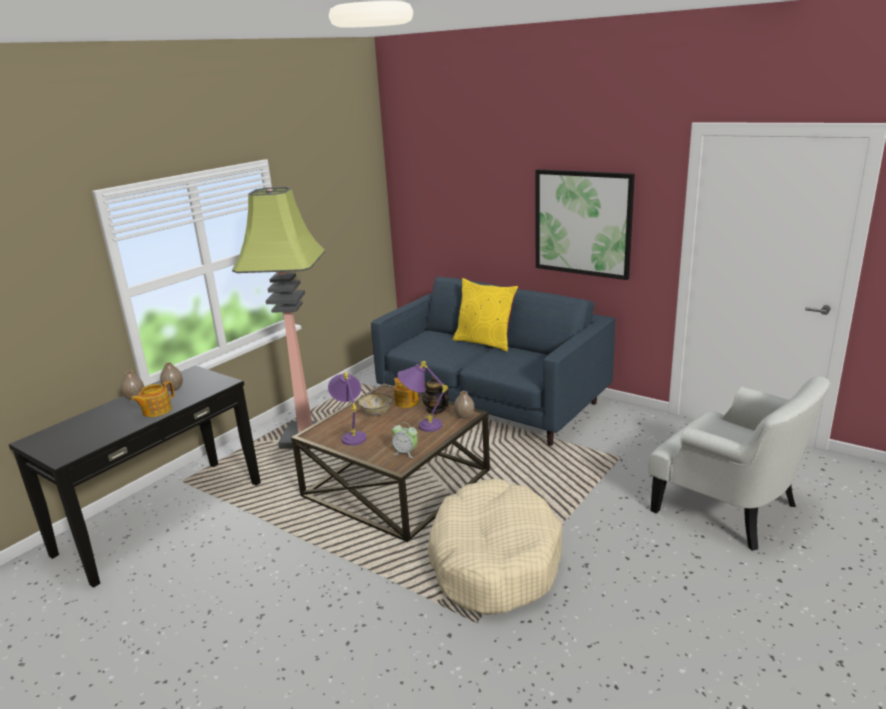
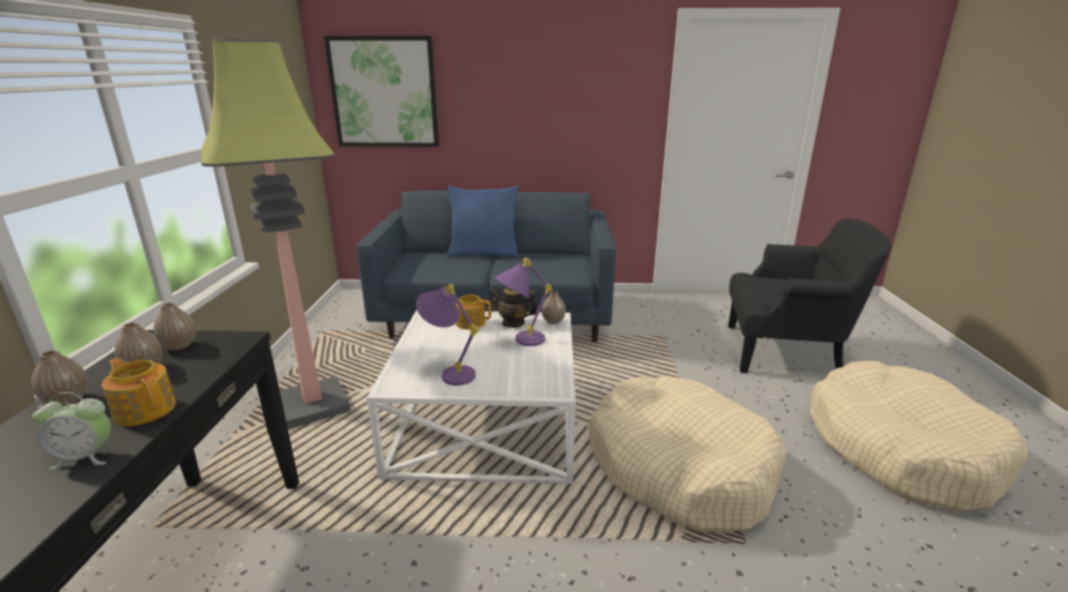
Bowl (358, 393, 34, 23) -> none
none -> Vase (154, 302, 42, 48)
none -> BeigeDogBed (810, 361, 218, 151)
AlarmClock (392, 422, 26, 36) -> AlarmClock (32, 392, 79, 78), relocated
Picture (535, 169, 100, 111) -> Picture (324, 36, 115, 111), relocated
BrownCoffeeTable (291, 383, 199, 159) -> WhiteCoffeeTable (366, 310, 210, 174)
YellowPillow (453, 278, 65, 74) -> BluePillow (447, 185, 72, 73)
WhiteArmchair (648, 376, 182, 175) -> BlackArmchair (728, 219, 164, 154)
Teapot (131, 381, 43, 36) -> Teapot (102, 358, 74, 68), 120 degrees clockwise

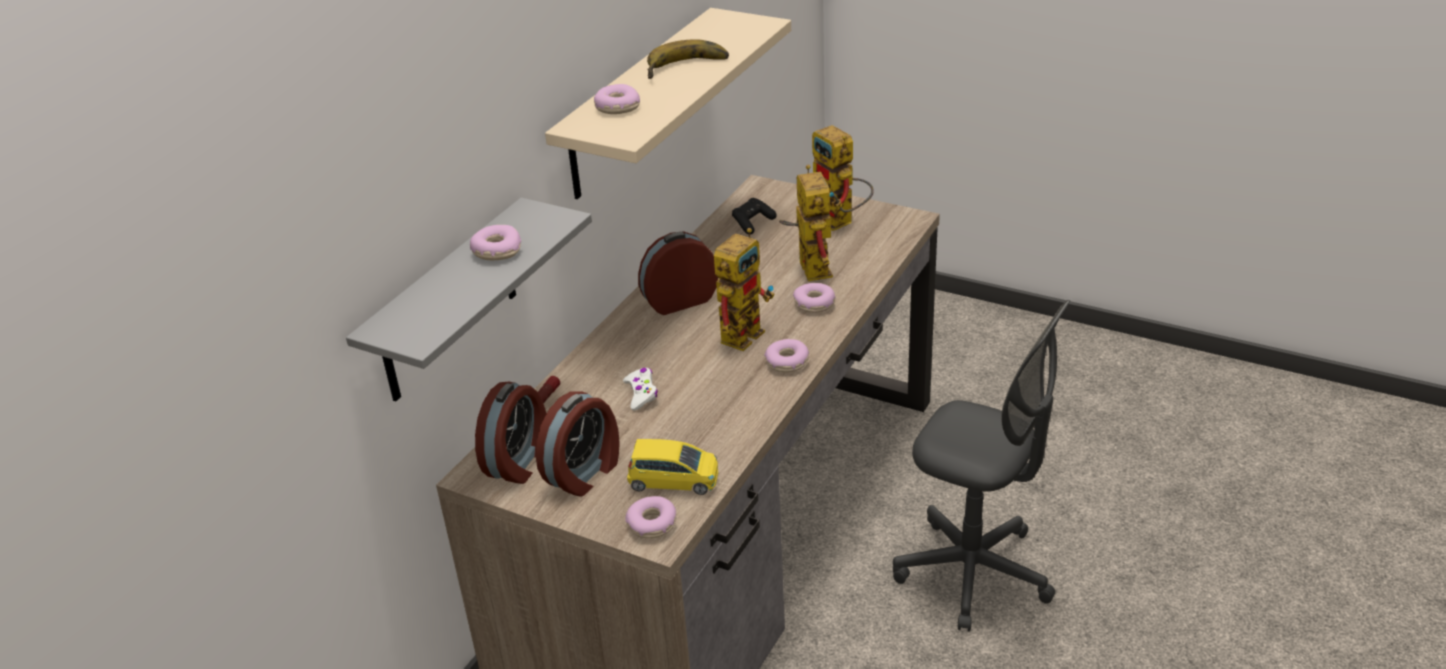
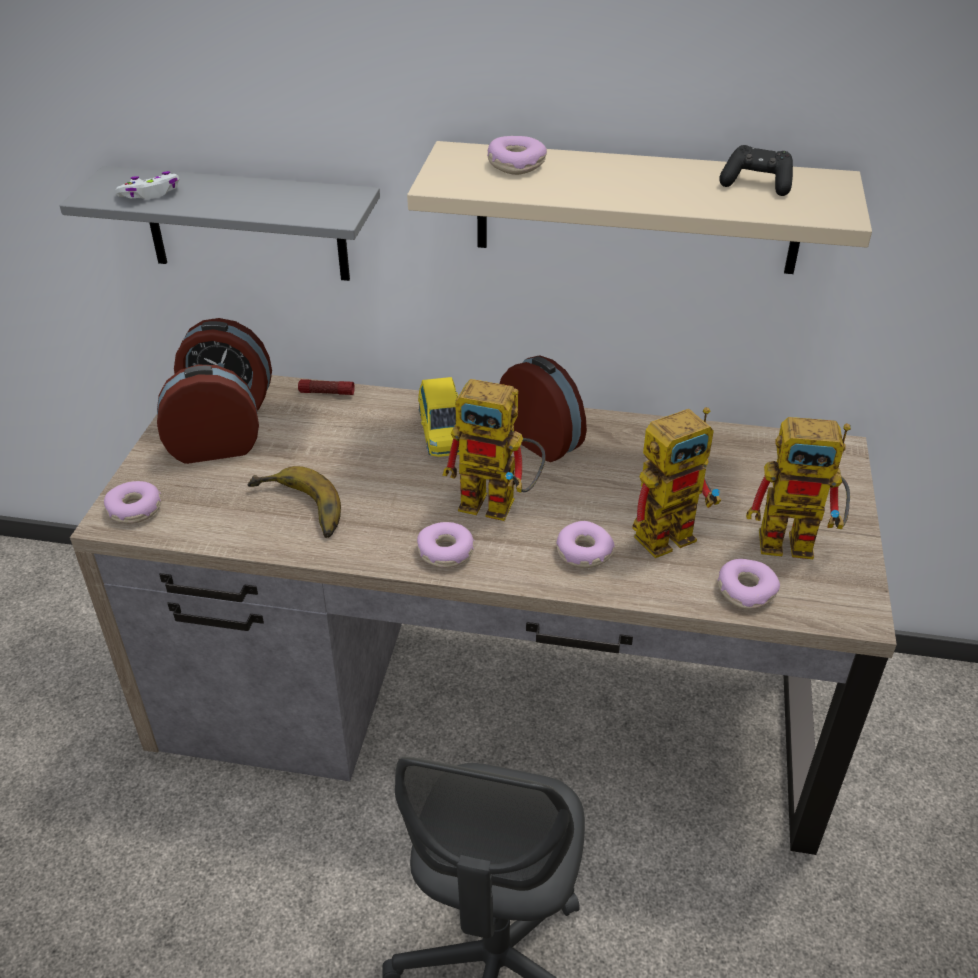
Donut (470, 225, 52, 35) -> Donut (718, 559, 62, 50), relocated
WhiteGameController (623, 368, 35, 43) -> WhiteGameController (114, 171, 65, 28), relocated
YellowToyCar (627, 439, 91, 56) -> YellowToyCar (418, 377, 41, 80), relocated
Banana (647, 39, 82, 40) -> Banana (247, 466, 94, 72), relocated
BlackGameController (732, 198, 45, 37) -> BlackGameController (719, 145, 74, 51), relocated
AlarmClock (536, 391, 84, 106) -> AlarmClock (157, 365, 102, 99), 150 degrees clockwise
ToyRobot (812, 125, 62, 106) -> ToyRobot (746, 417, 105, 142), 120 degrees counterclockwise

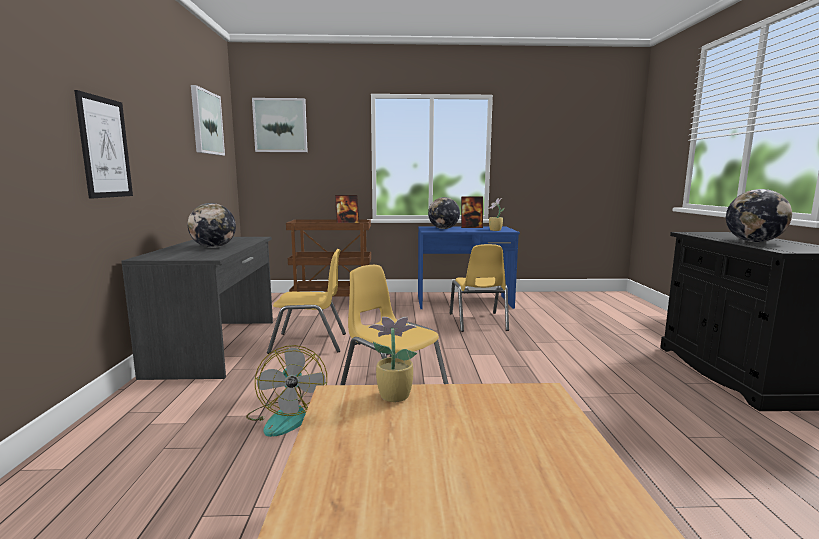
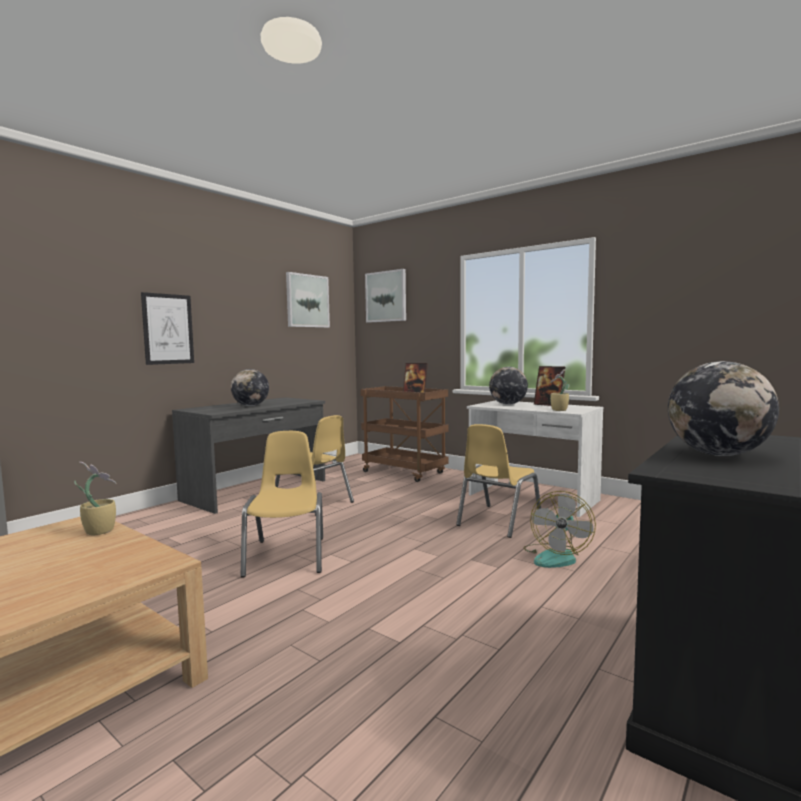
Fan (246, 345, 81, 92) -> Fan (523, 491, 73, 77), relocated
BlueDesk (418, 227, 102, 82) -> WhiteDesk (467, 400, 137, 117)

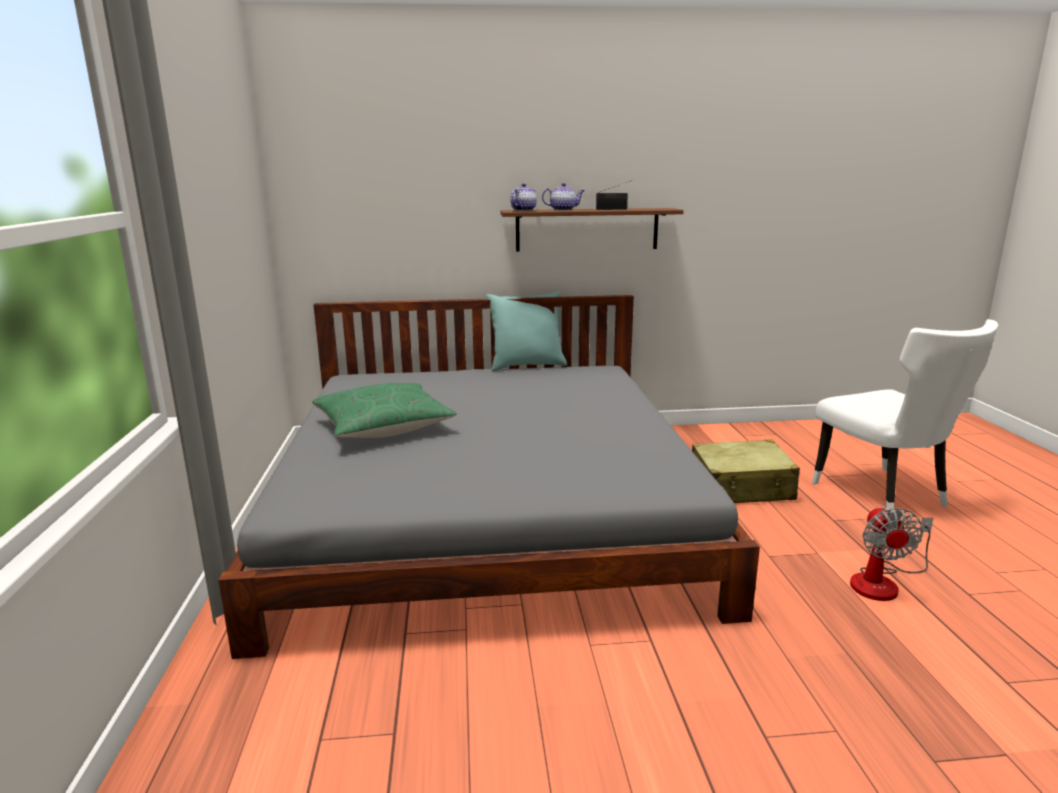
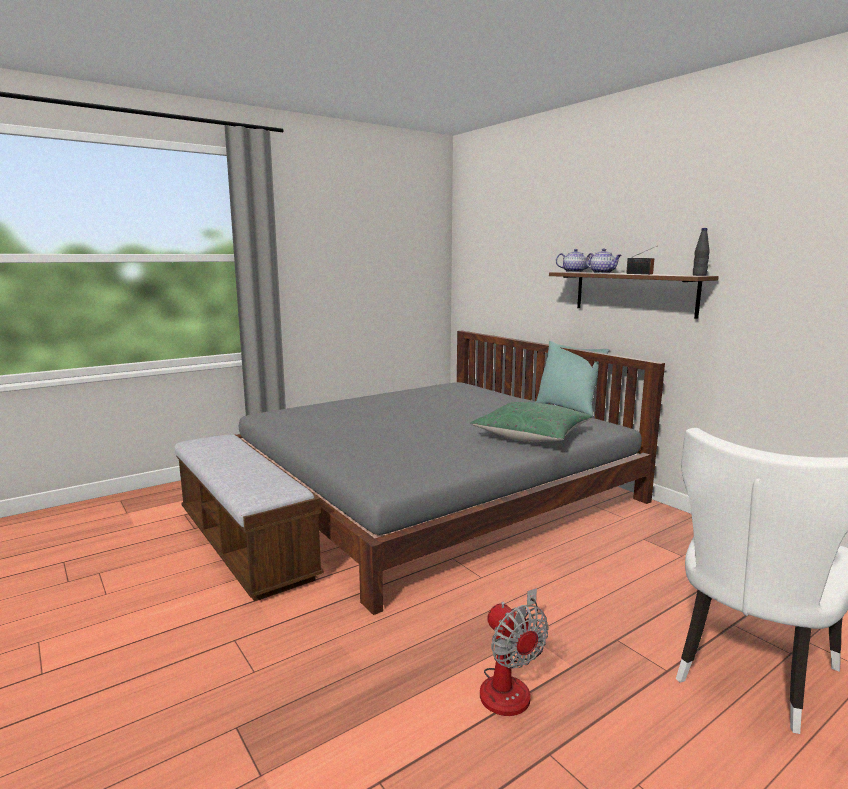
BeigeSuitcase (692, 440, 108, 63) -> none
none -> Bench (175, 434, 149, 167)
none -> BlackBottle (693, 228, 17, 48)
GreenPillow (312, 383, 145, 55) -> GreenPillow (470, 402, 122, 40), relocated
Fan (850, 506, 83, 95) -> Fan (480, 588, 69, 128), 90 degrees counterclockwise

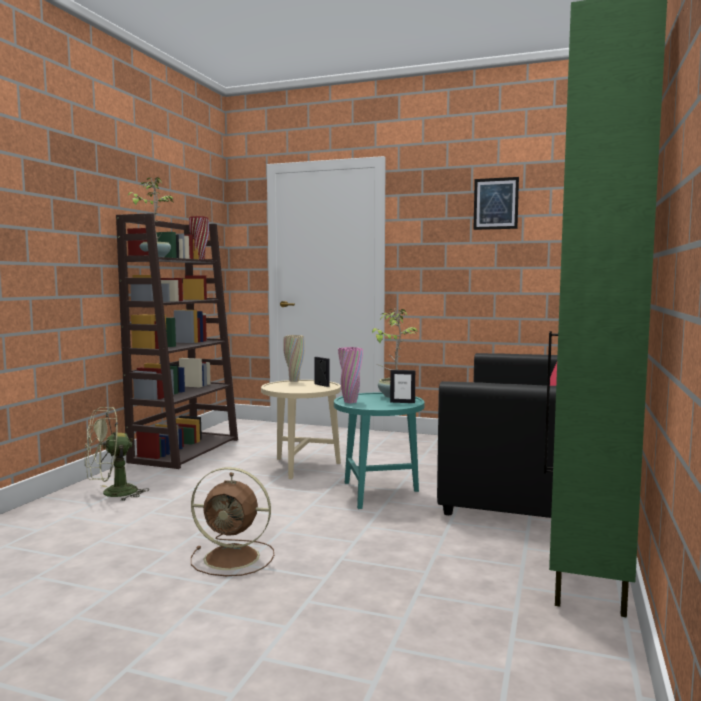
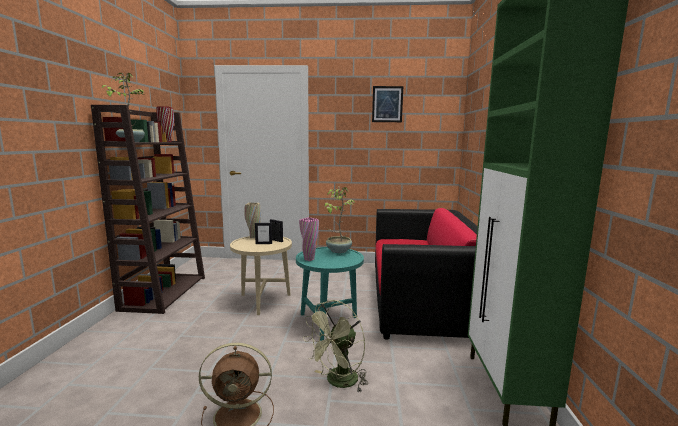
GreenFan (85, 407, 64, 94) -> GreenFan (303, 300, 65, 92), relocated
PictureFrame (390, 370, 25, 33) -> PictureFrame (255, 223, 17, 21), relocated

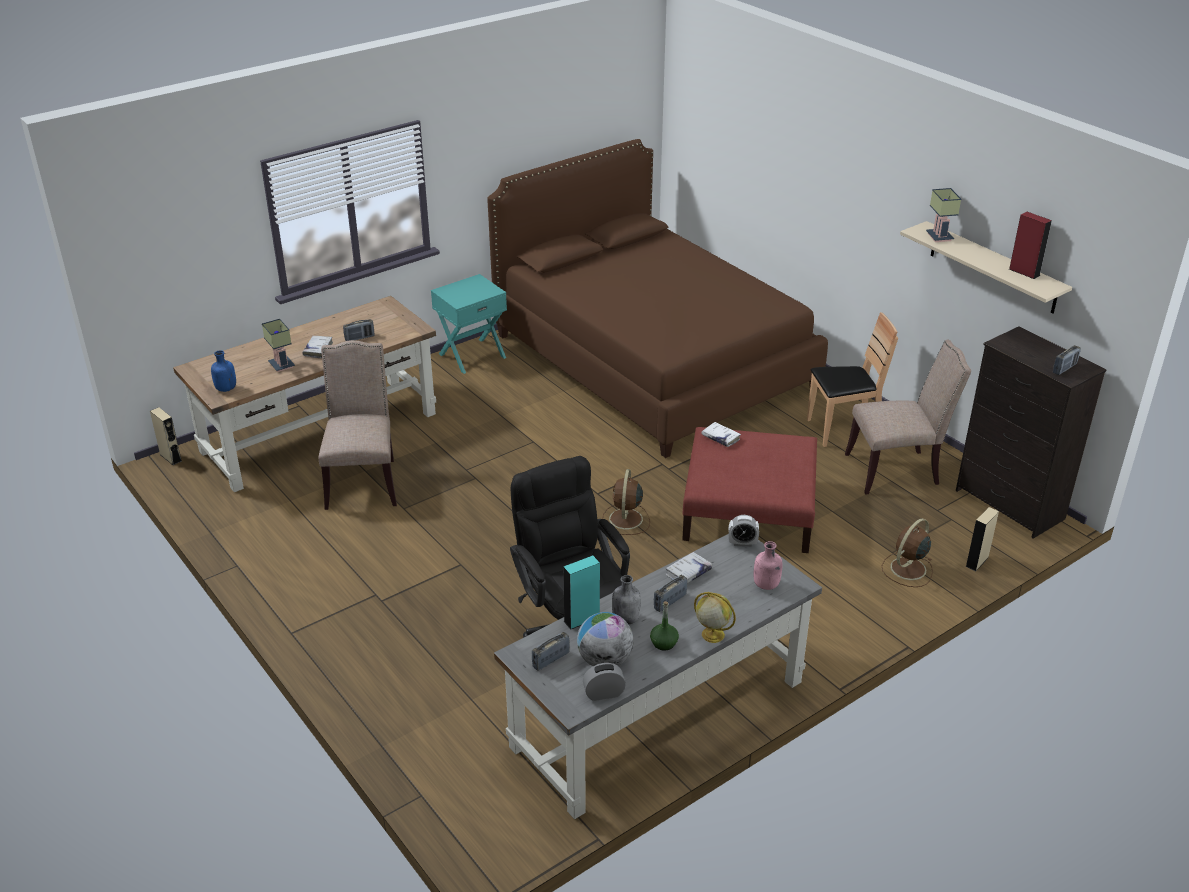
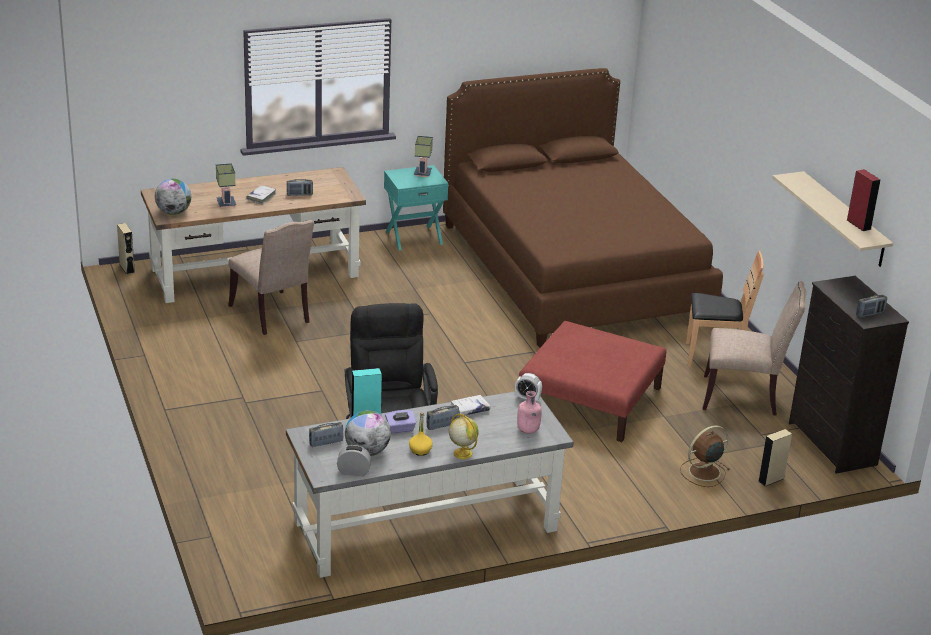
BrownFan (602, 469, 48, 66) -> none
WhiteBook (701, 422, 40, 25) -> none
TableLamp (926, 188, 35, 54) -> TableLamp (414, 136, 19, 41), relocated
BlueBottle (211, 350, 25, 42) -> Globe (155, 179, 36, 36)
GreyBottle (612, 575, 29, 50) -> PurpleTissueBox (385, 410, 31, 24)
GreenBottle (650, 601, 29, 50) -> YellowBottle (409, 412, 24, 44)
BeigeChair (318, 340, 79, 170) -> BeigeChair (228, 220, 86, 115), 135 degrees clockwise

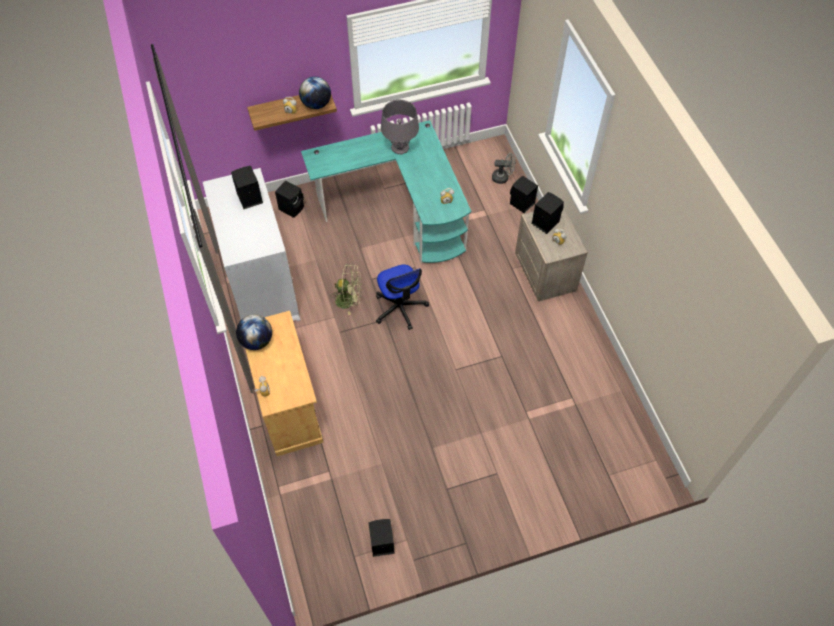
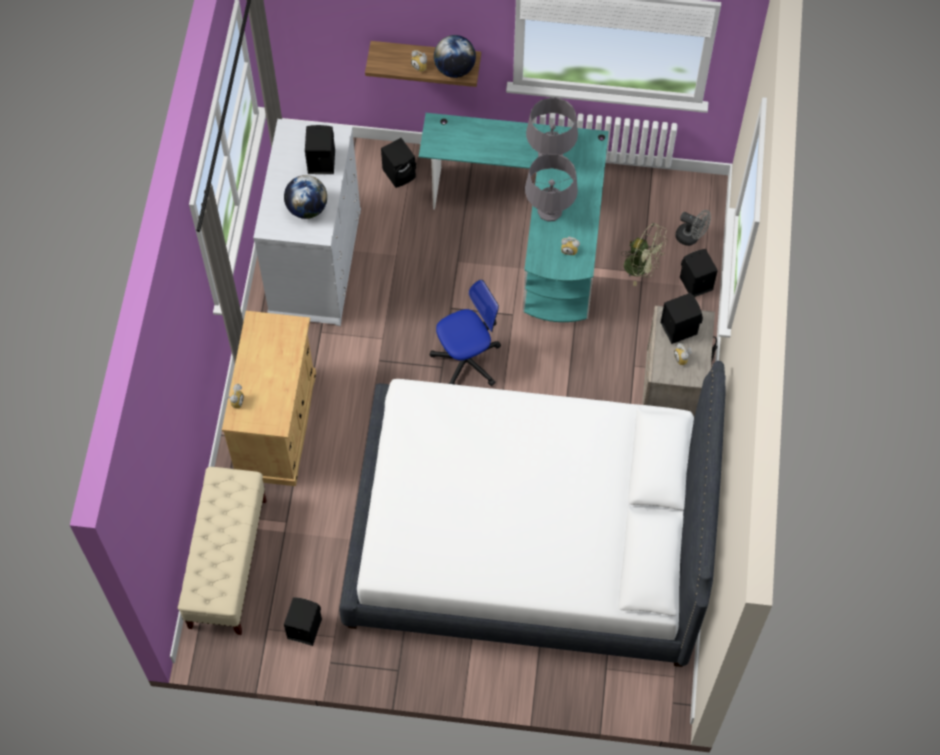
none -> BeigeBench (178, 467, 89, 168)
none -> WhiteBed (339, 361, 387, 306)
none -> GreyTableLamp (525, 154, 53, 68)
Globe (236, 315, 36, 35) -> Globe (284, 175, 43, 44), relocated
GreenFan (330, 264, 32, 51) -> GreenFan (621, 223, 46, 63), relocated
OfficeChair (376, 265, 53, 65) -> OfficeChair (430, 280, 71, 106), 120 degrees counterclockwise

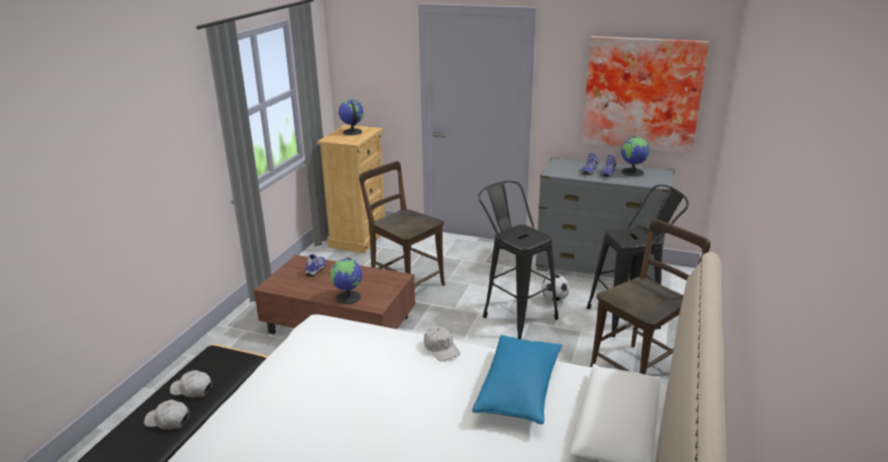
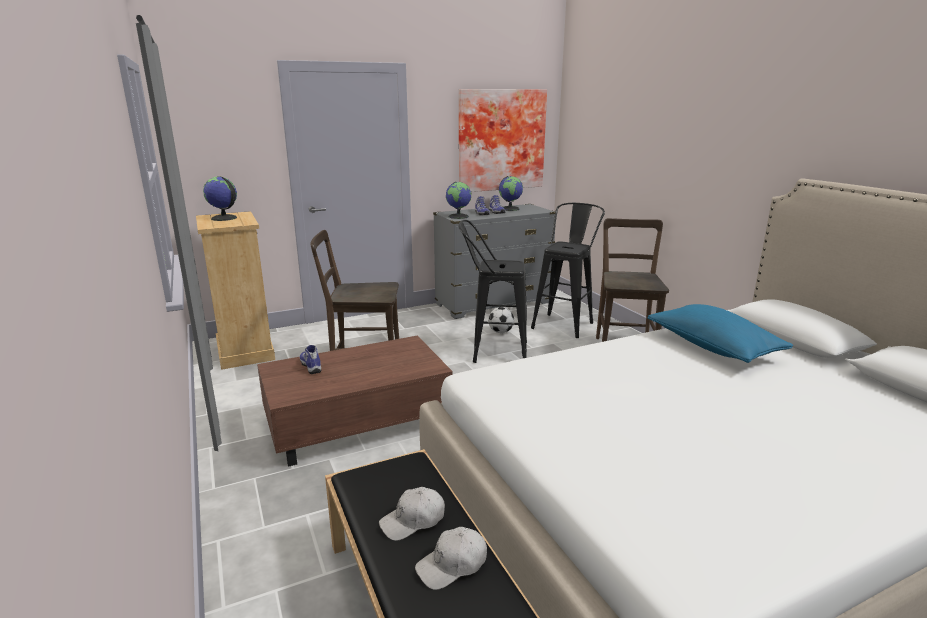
WhiteCap (424, 326, 36, 35) -> none
Globe (330, 258, 32, 46) -> Globe (446, 182, 26, 37), relocated

